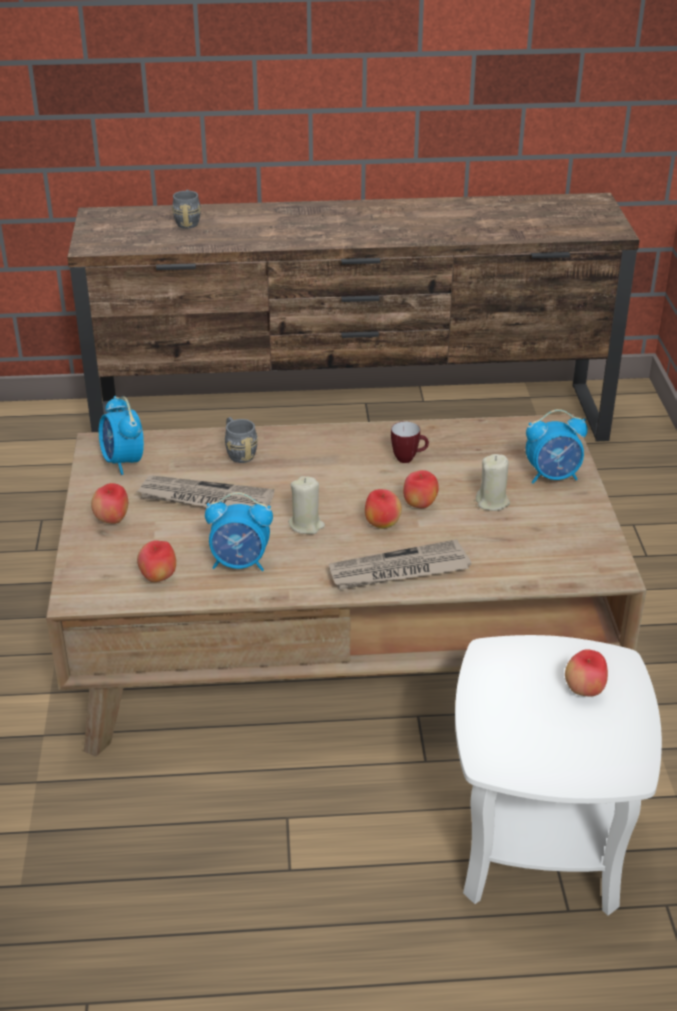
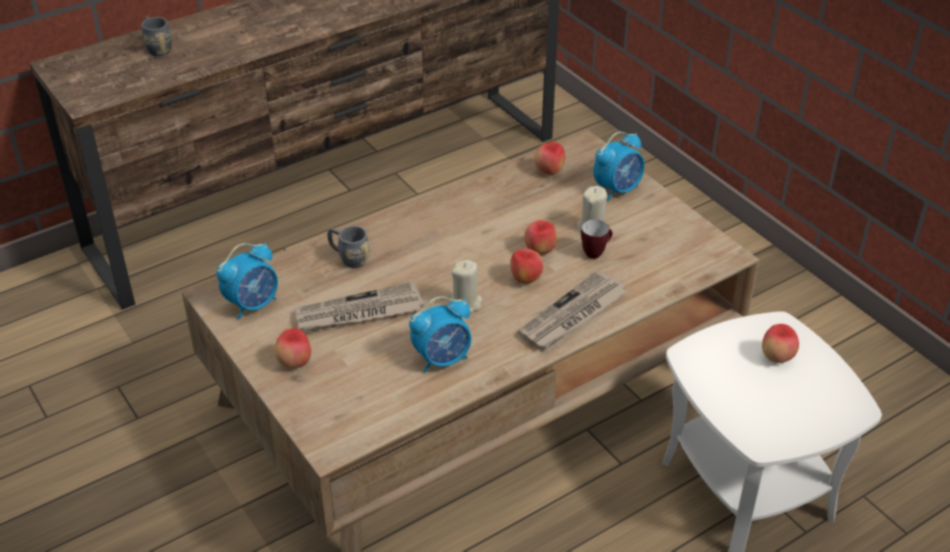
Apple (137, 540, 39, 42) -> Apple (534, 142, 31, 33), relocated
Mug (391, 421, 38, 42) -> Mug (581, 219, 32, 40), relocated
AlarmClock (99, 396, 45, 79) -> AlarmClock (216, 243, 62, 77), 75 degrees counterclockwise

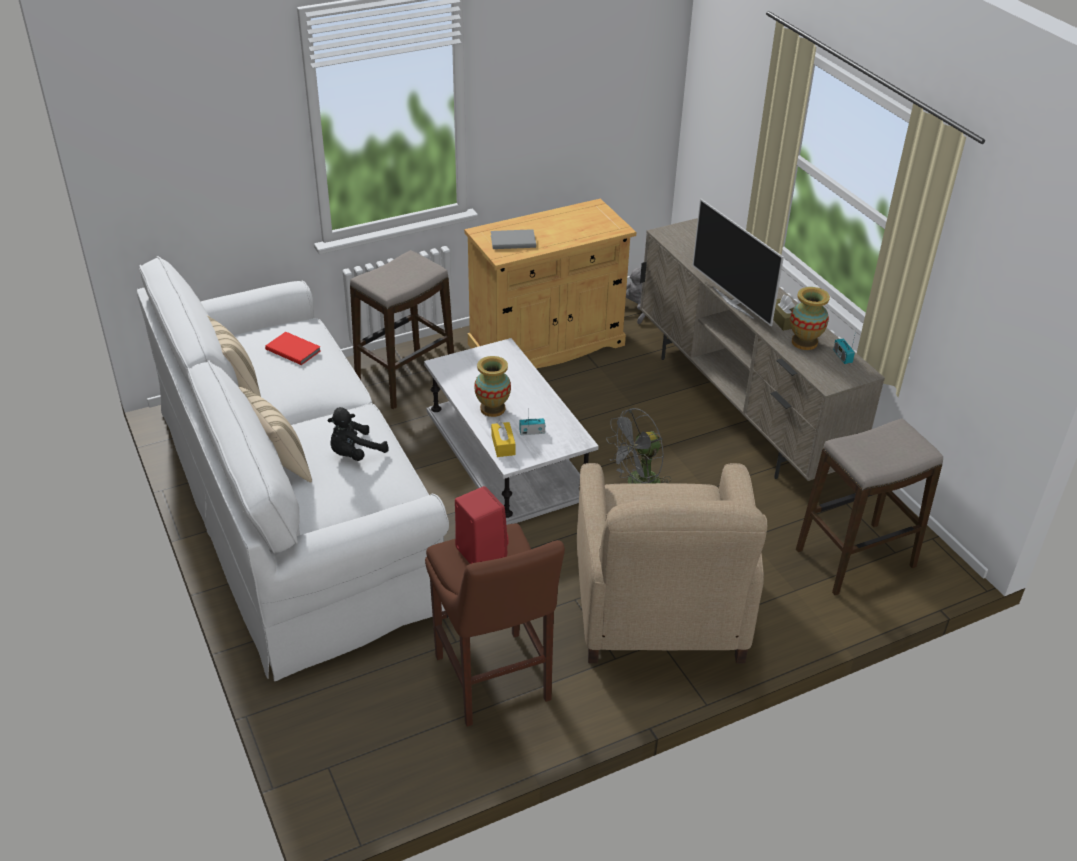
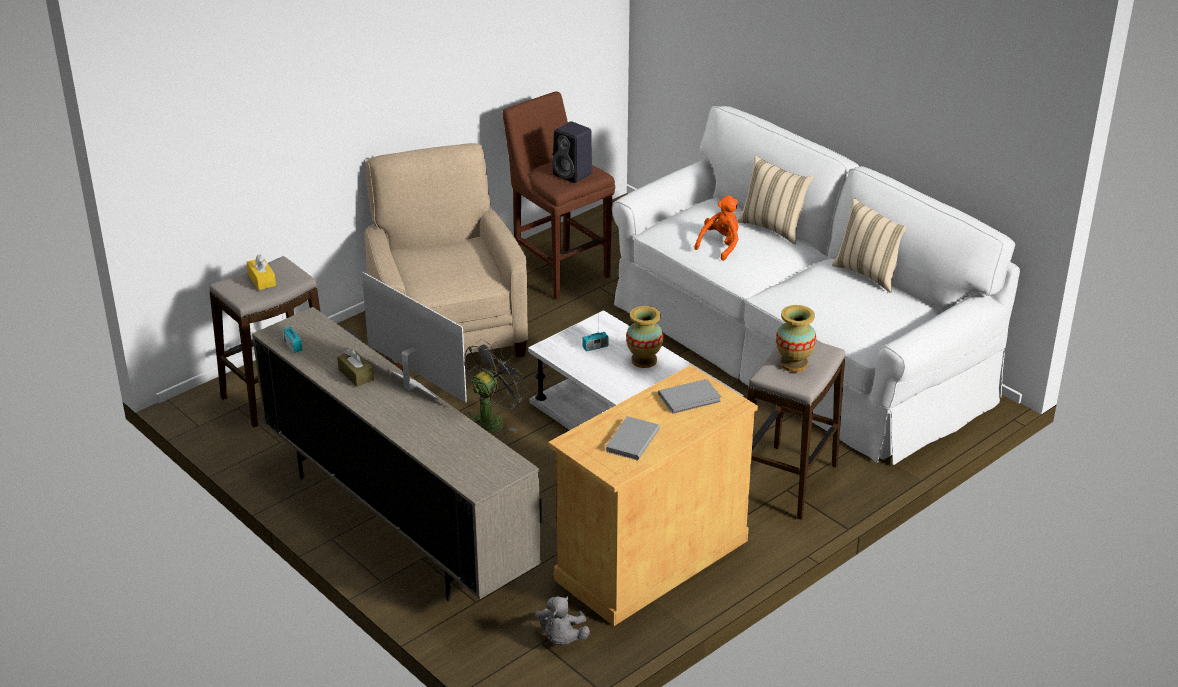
RedBook (265, 332, 56, 33) -> none
none -> GreyBook (605, 416, 55, 44)
YellowTissueBox (491, 421, 25, 36) -> YellowTissueBox (247, 254, 29, 36), relocated
Vase (790, 287, 40, 63) -> Vase (776, 305, 40, 67), relocated
BlackPlushToy (328, 407, 61, 54) -> OrangePlushToy (694, 196, 44, 65)
RedSpeaker (455, 486, 54, 78) -> BlackSpeaker (552, 121, 40, 62)

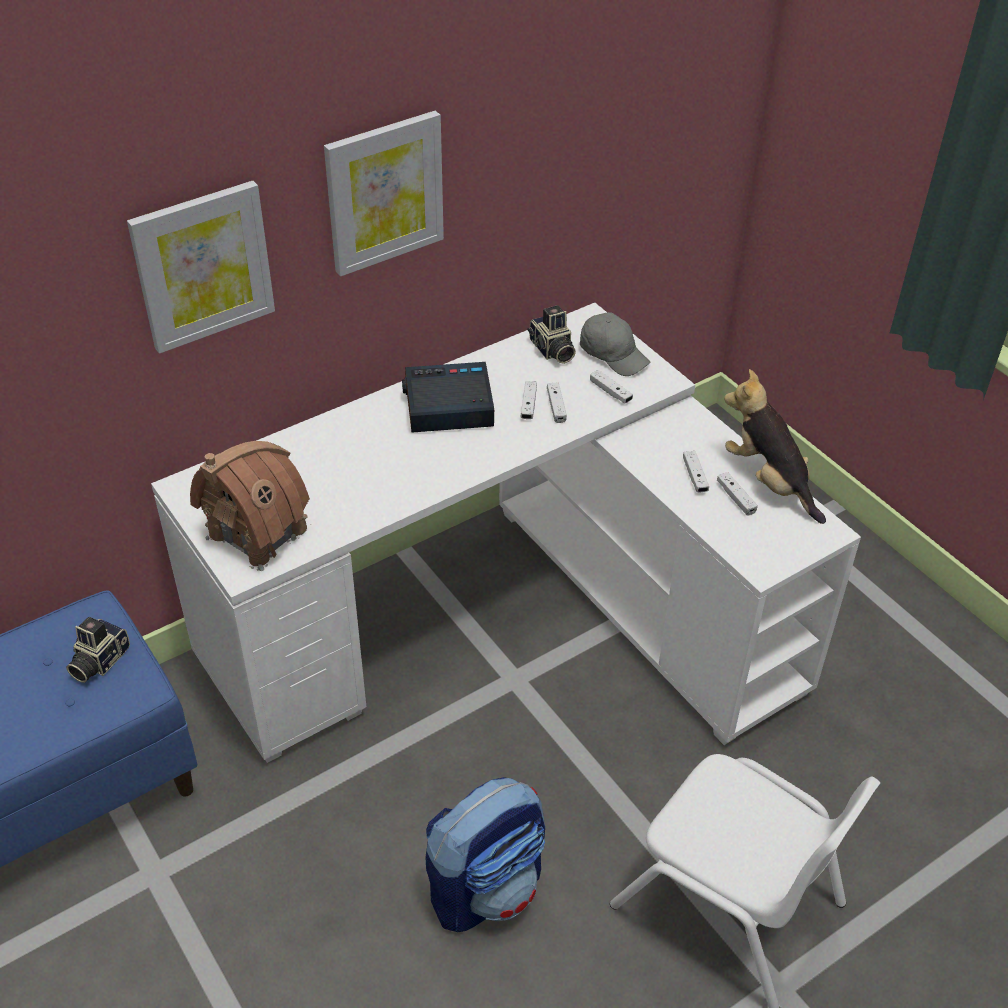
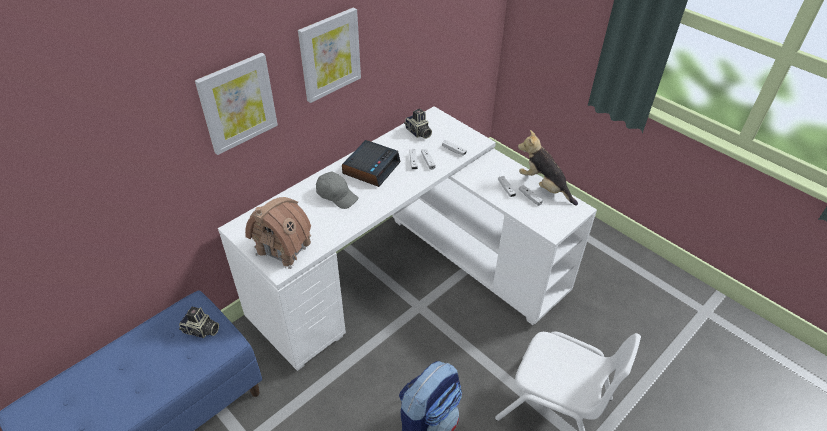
GreyCap (580, 312, 71, 64) -> GreyCap (316, 172, 43, 37), relocated
PhotoCamera (66, 617, 64, 66) -> PhotoCamera (179, 307, 40, 31), 90 degrees counterclockwise
AlarmClock (402, 362, 92, 70) -> AlarmClock (342, 140, 59, 47), 135 degrees clockwise

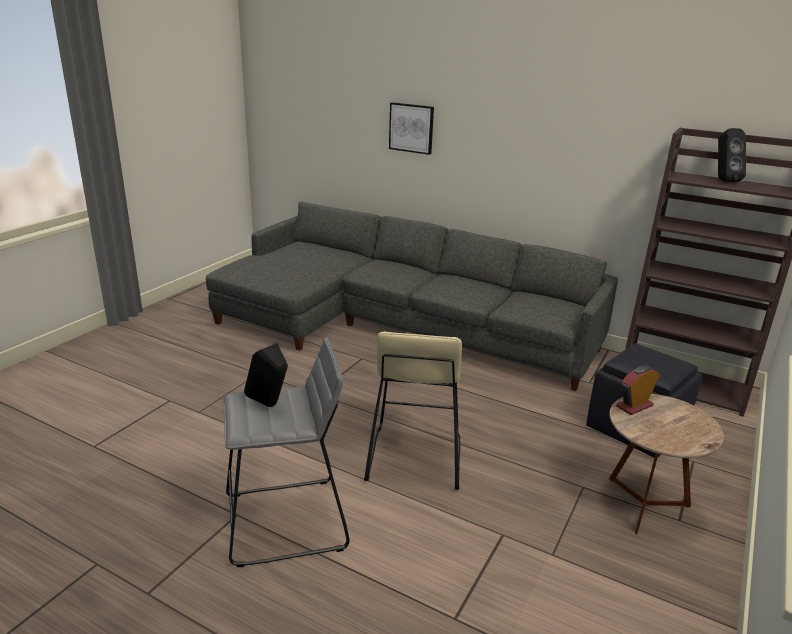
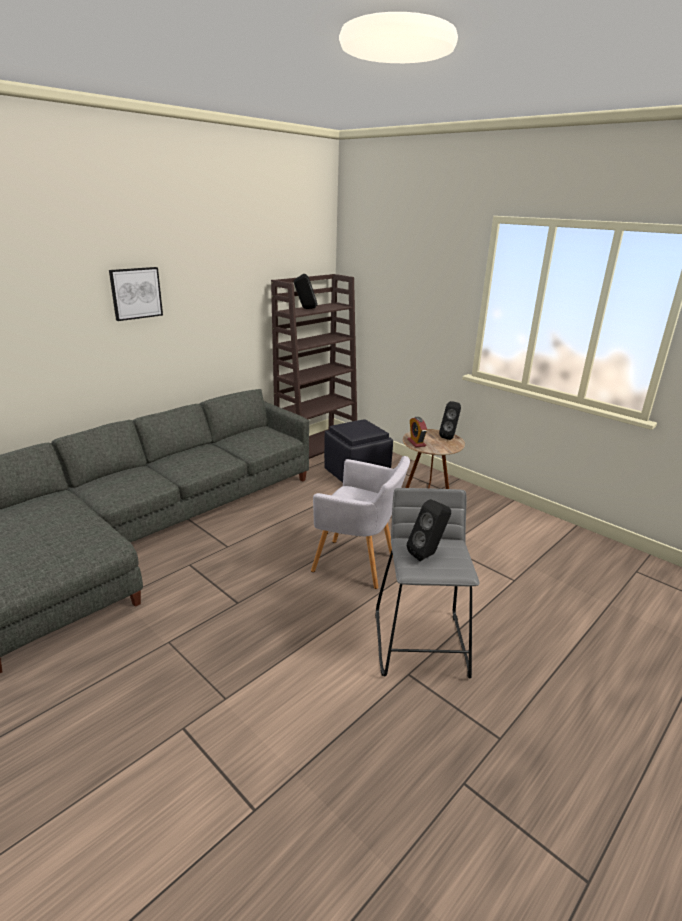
none -> BlackSpeaker (439, 401, 22, 39)
Picture (389, 102, 45, 53) -> Picture (109, 267, 54, 54), relocated
BeigeStool (364, 332, 98, 158) -> GreyArmchair (311, 456, 99, 133)

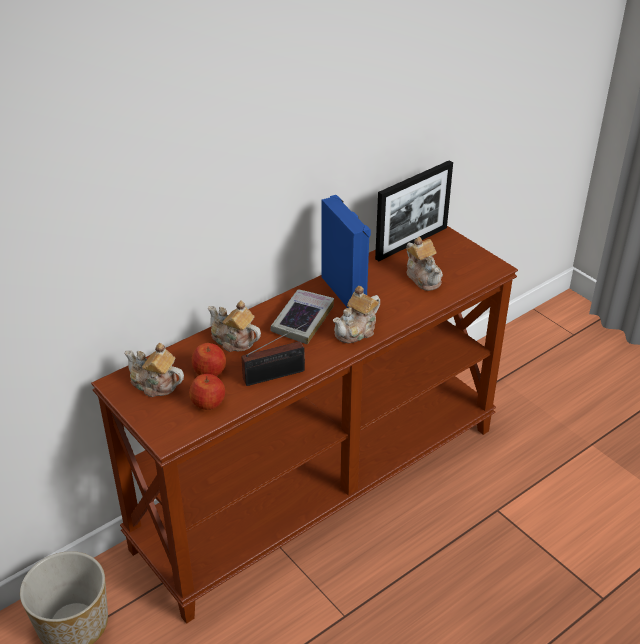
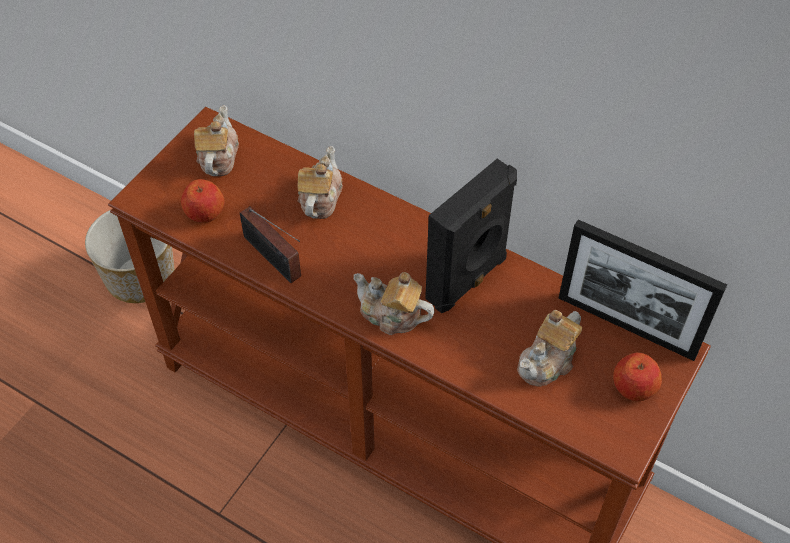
Book (270, 289, 64, 55) -> none
Apple (192, 343, 34, 33) -> Apple (613, 353, 49, 48), relocated
BlueSpeaker (321, 195, 50, 113) -> BlackSpeaker (425, 159, 92, 154)

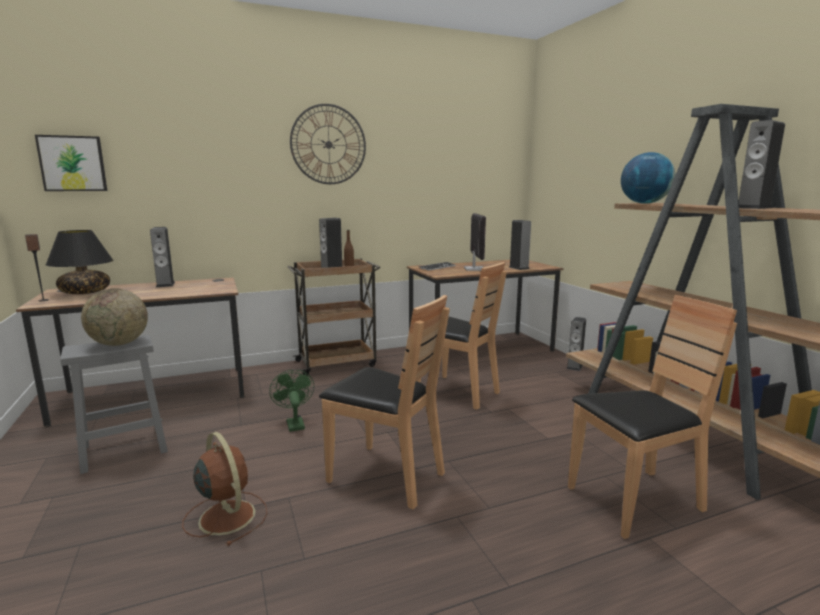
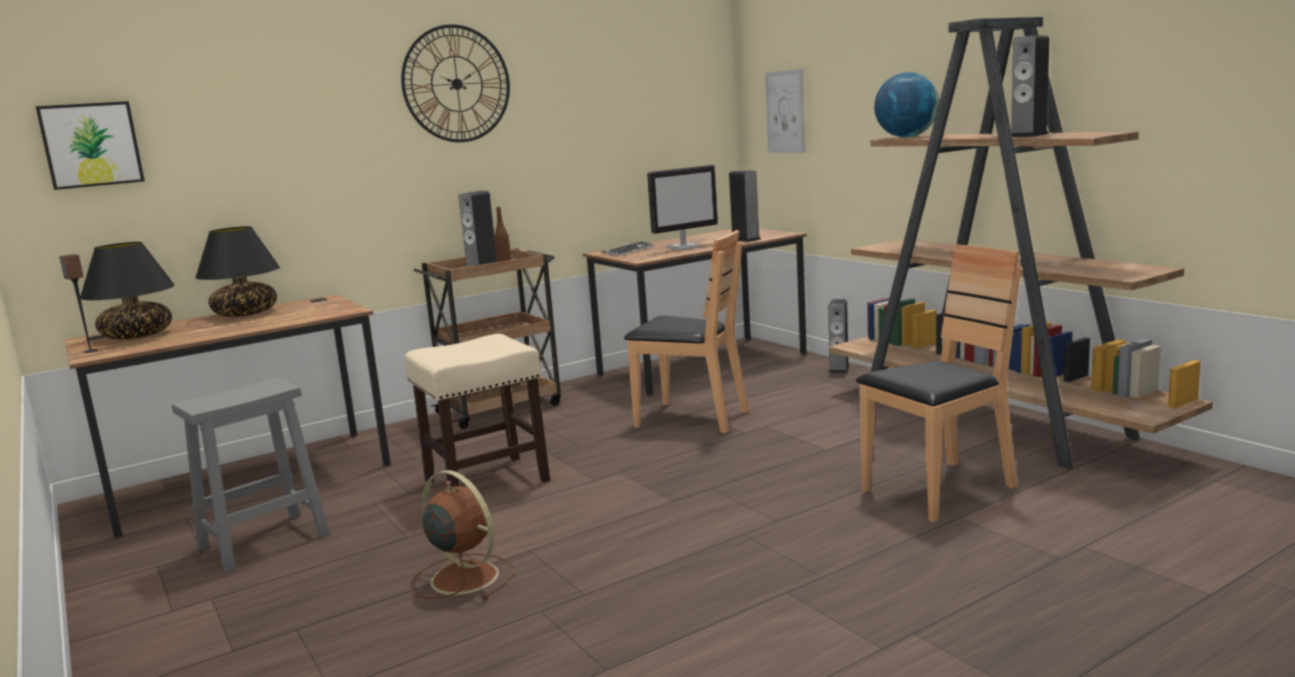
Globe (81, 288, 67, 58) -> none
BrownChair (319, 295, 131, 214) -> none
none -> Picture (765, 69, 40, 84)
Speaker (150, 227, 25, 60) -> BlackTableLamp (195, 226, 85, 91)
GreenFan (269, 370, 46, 62) -> BeigeStool (405, 334, 145, 153)
Monitor (464, 213, 22, 58) -> Monitor (647, 165, 71, 85), 75 degrees clockwise

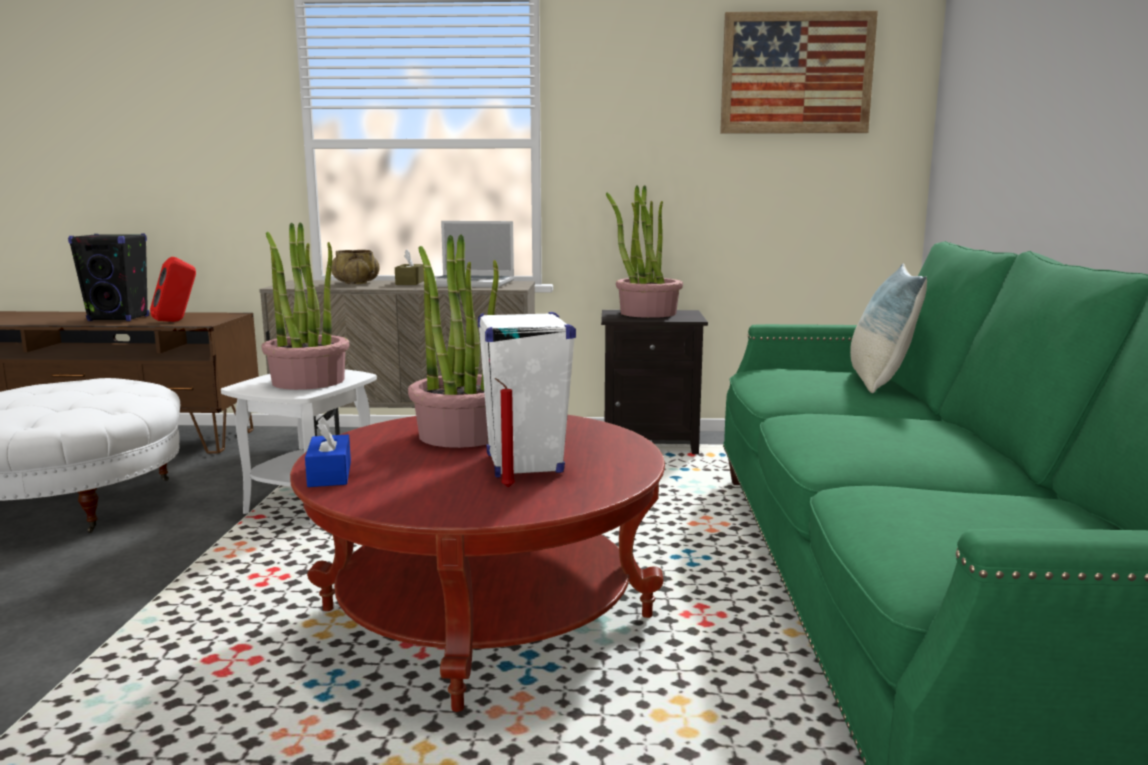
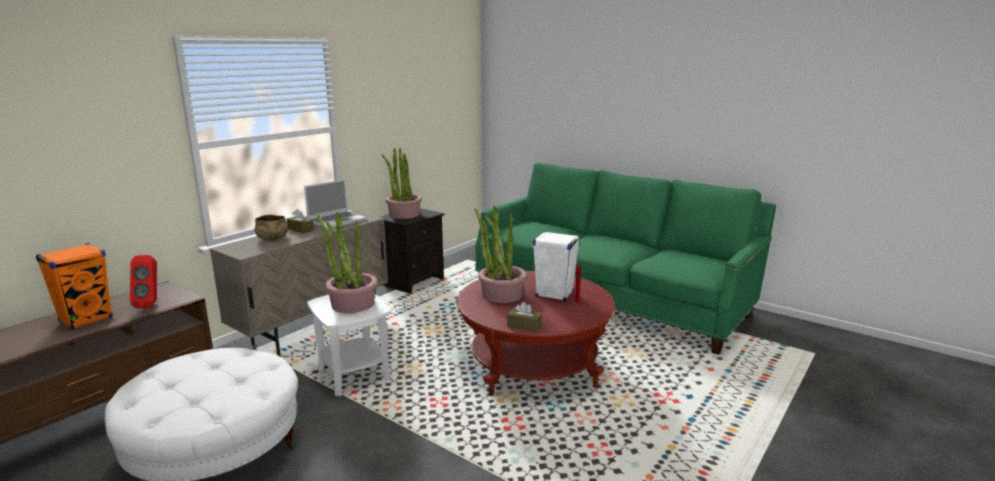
Picture (720, 11, 158, 123) -> none
Pillow (850, 263, 77, 130) -> none
BlackSpeaker (68, 233, 81, 88) -> OrangeSpeaker (36, 243, 77, 87)
BlueTissueBox (305, 416, 46, 71) -> BrownTissueBox (507, 302, 35, 30)

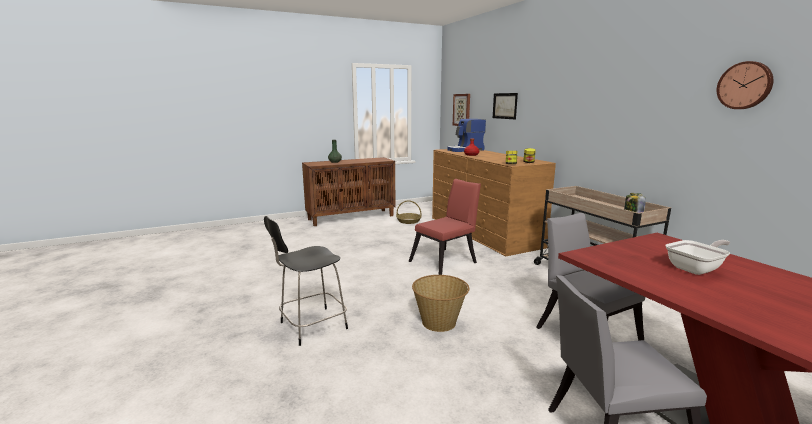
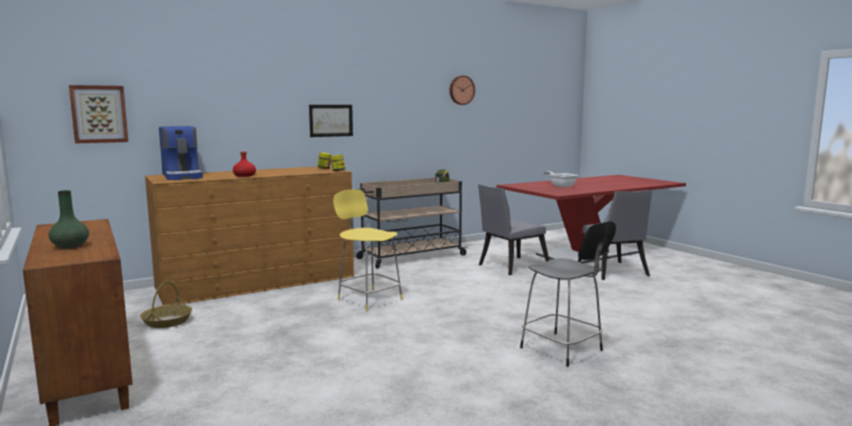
Basket (412, 275, 57, 57) -> none
Picture (493, 93, 25, 26) -> Picture (309, 105, 44, 32), relocated
RedChair (409, 179, 72, 96) -> YellowStool (333, 189, 70, 122)

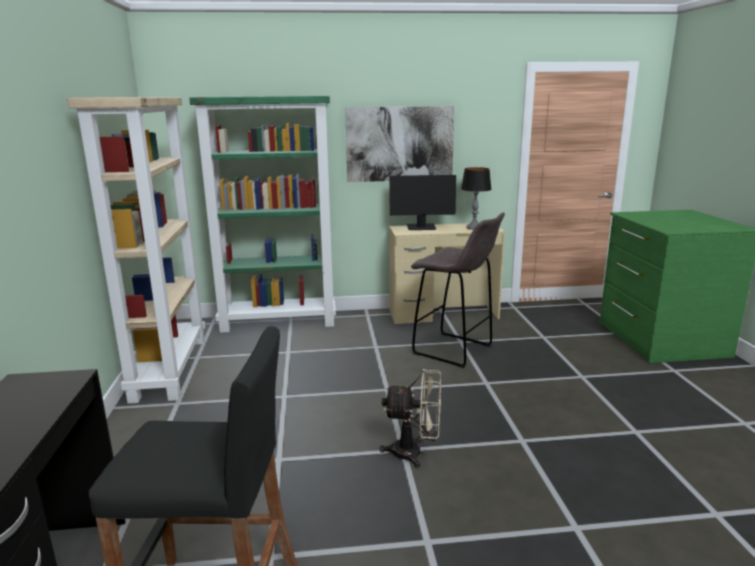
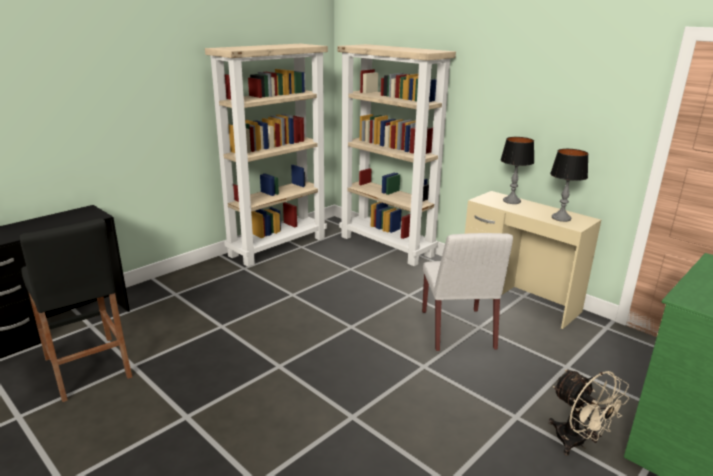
Picture (345, 106, 110, 76) -> none
BeigeFan (380, 369, 61, 99) -> BeigeFan (548, 369, 81, 86), relocated
Monitor (389, 175, 67, 55) -> TableLamp (501, 137, 33, 67)
GreyStool (411, 212, 94, 156) -> WhiteChair (422, 233, 91, 119)
GreenBookcase (189, 96, 147, 237) -> BeigeBookcase (338, 44, 118, 222)

